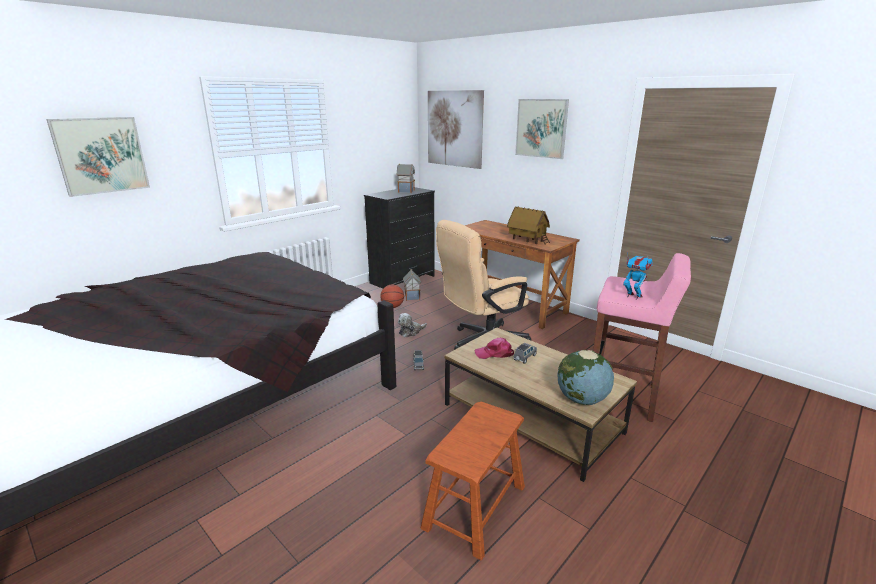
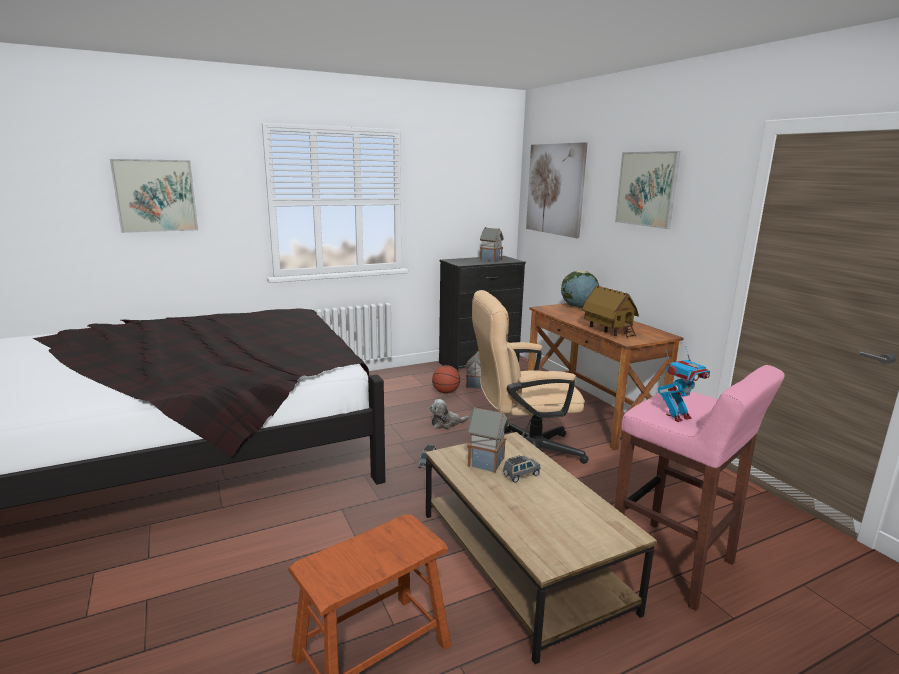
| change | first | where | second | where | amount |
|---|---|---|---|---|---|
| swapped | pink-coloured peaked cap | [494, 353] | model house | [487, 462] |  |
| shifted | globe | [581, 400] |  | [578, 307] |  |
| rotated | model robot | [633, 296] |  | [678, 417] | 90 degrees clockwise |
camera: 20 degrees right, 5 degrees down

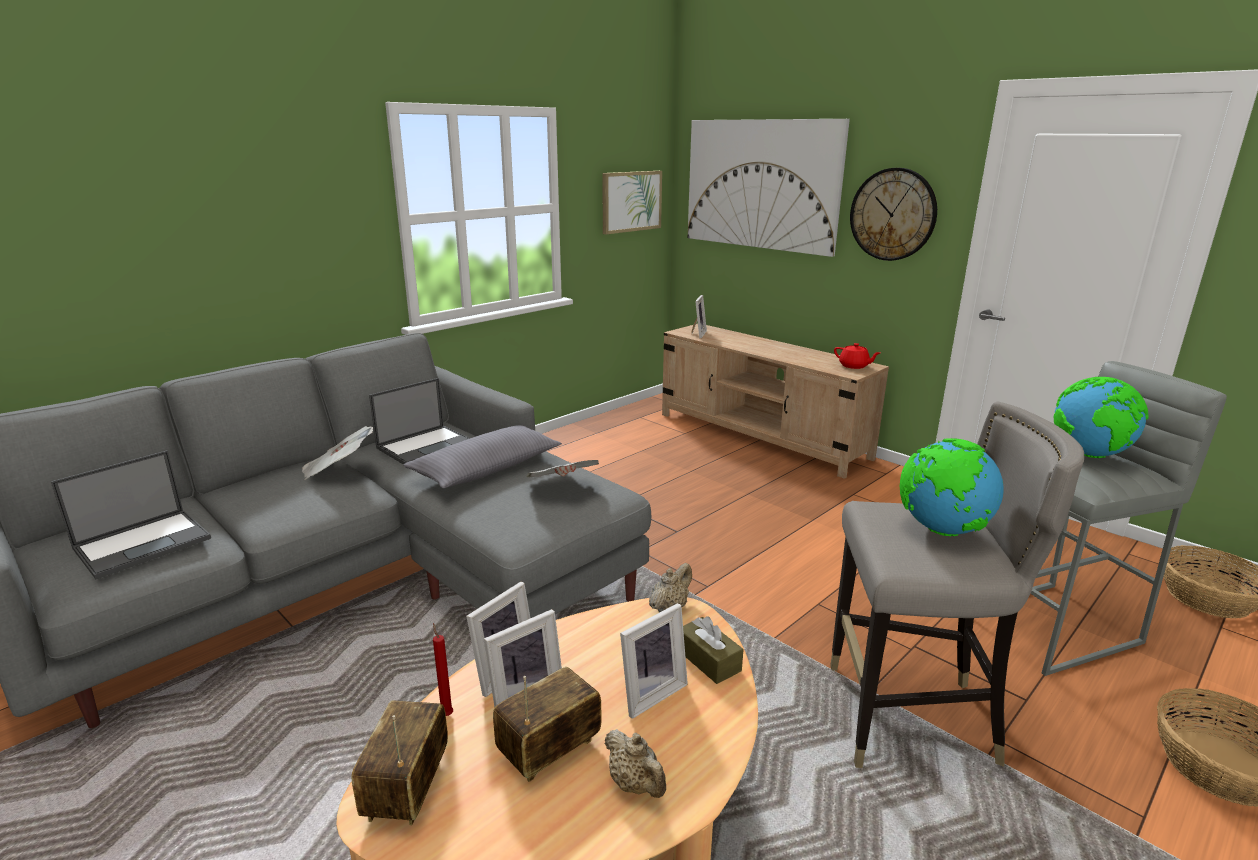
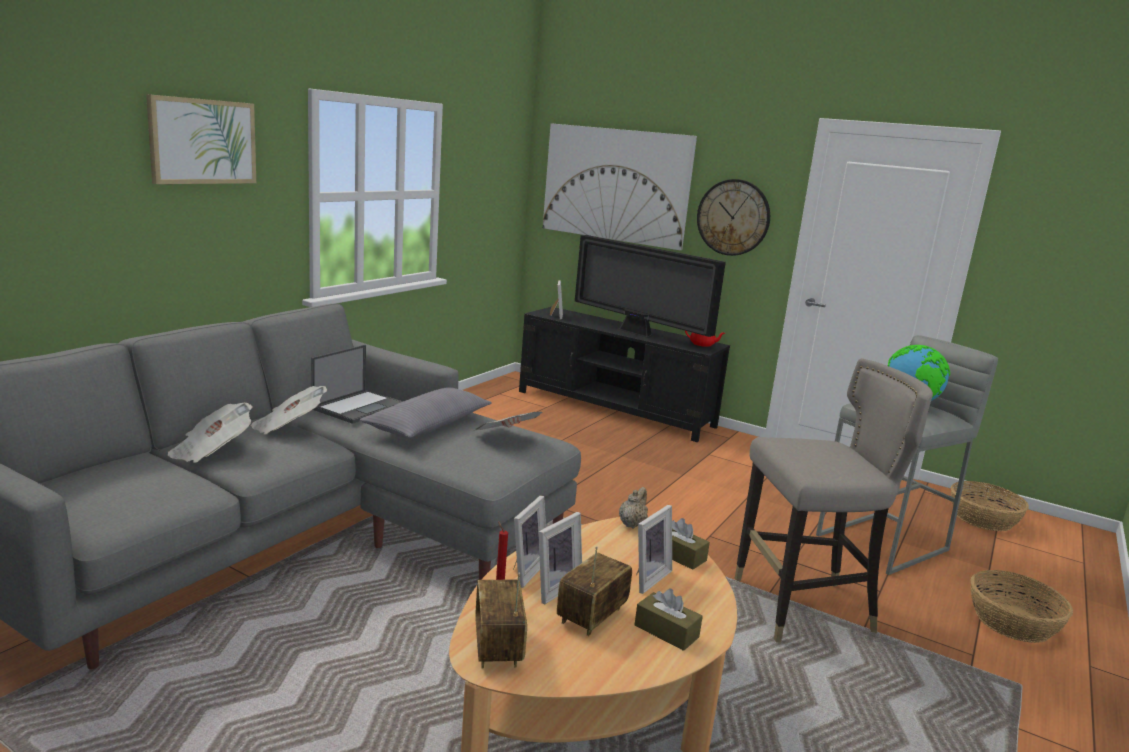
| change | first | where | second | where | amount |
|---|---|---|---|---|---|
| shifted | wall picture | [631, 201] |  | [203, 141] |  |
| new |  |  | newspaper | [211, 452] |  |
| repainted | beige tv unit | [761, 436] | black-coloured tv unit | [615, 409] |  |
| new |  |  | television | [638, 333] |  |
| swapped | beige tea pot | [635, 784] | brownish box of tissues | [666, 631] |  |
| gone | notebook computer | [144, 543] |  |  |  |
| gone | globe | [942, 530] |  |  |  |
camera: 15 degrees left, 5 degrees down

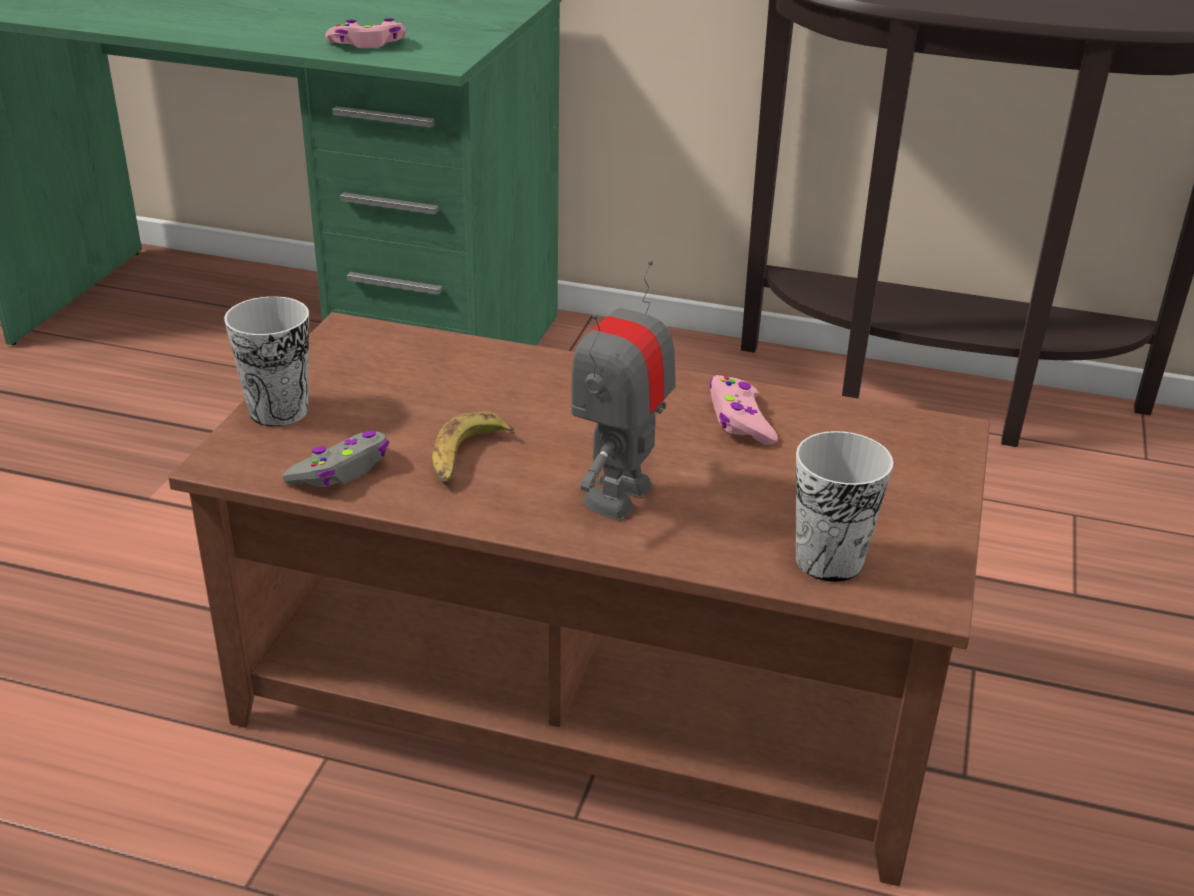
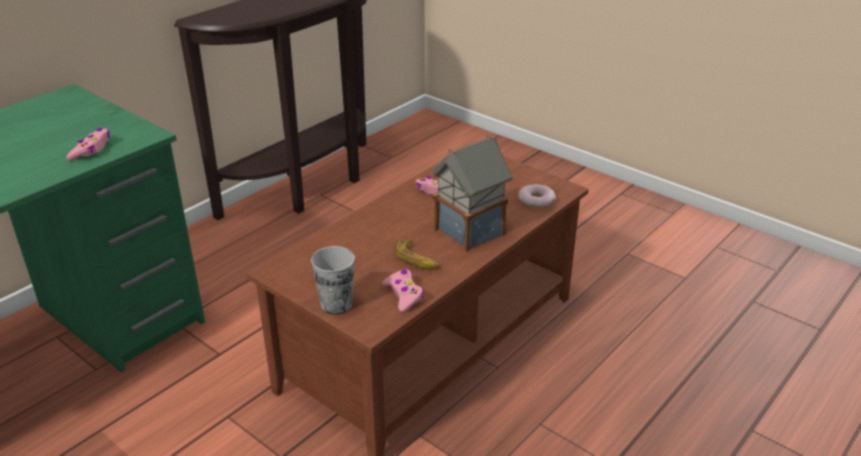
| change | first | where | second | where | amount |
|---|---|---|---|---|---|
| repainted | gray gamepad | [341, 471] | pink-coloured gamepad | [404, 295] |  |
| swapped | model robot | [619, 496] | model house | [470, 230] |  |
| swapped | small cup | [829, 560] | donut | [536, 199] |  |
camera: 65 degrees left, 0 degrees up

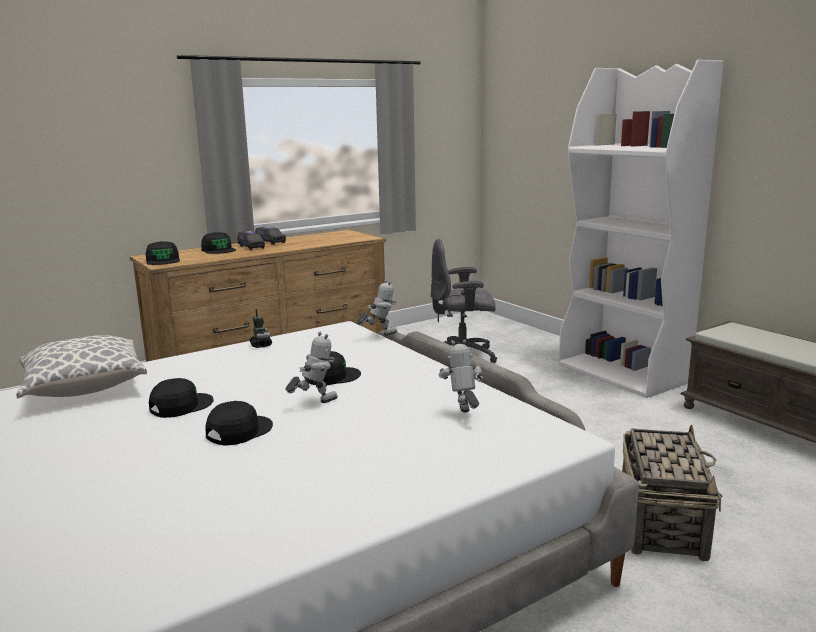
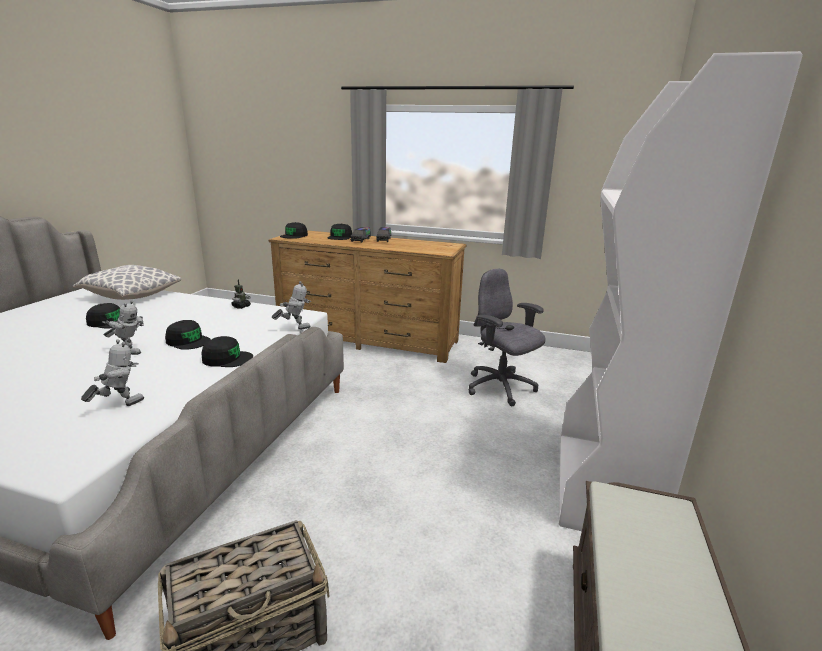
| change | first | where | second | where | amount |
|---|---|---|---|---|---|
| shifted | black-coloured peaked cap | [238, 431] |  | [227, 358] |  |
| rotated | model robot | [379, 335] |  | [294, 328] | 45 degrees counterclockwise |
camera: 50 degrees right, 5 degrees up

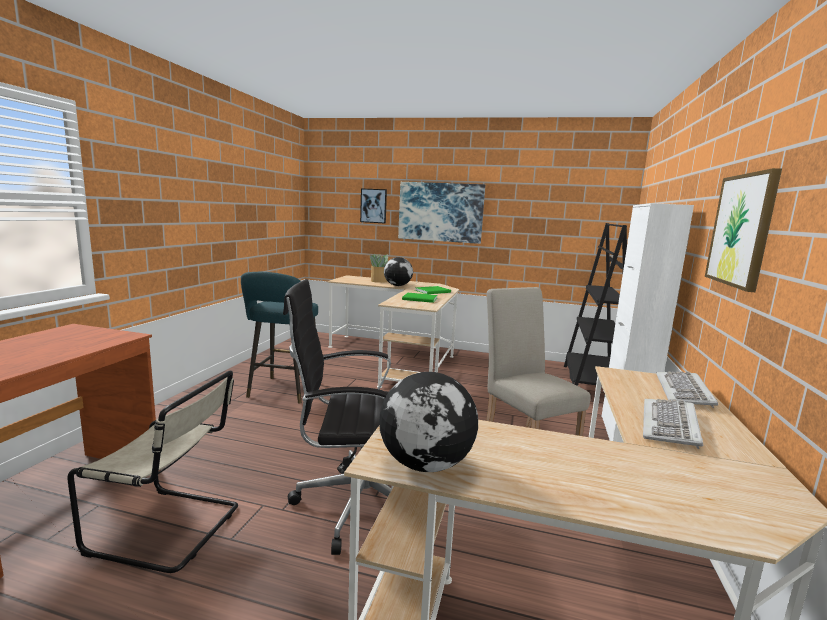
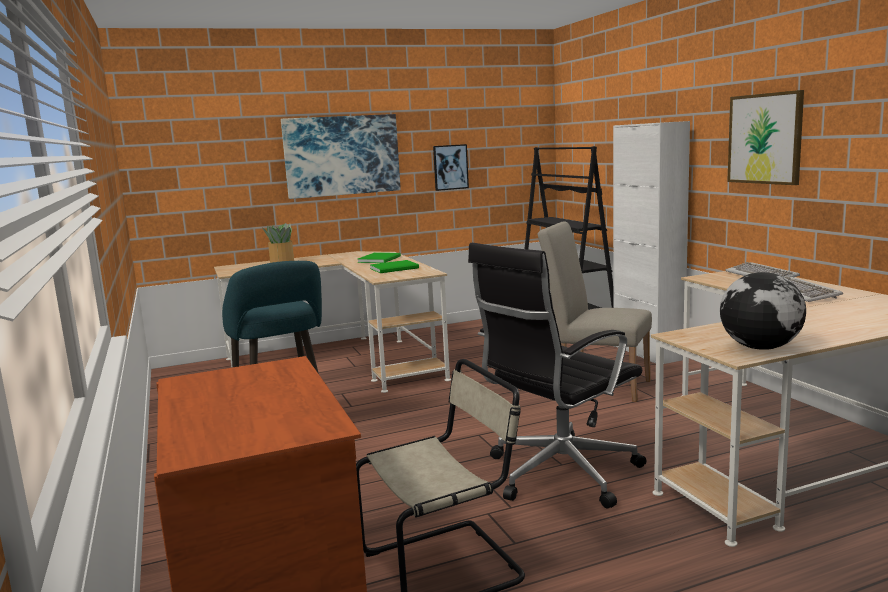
| change | first | where | second | where | amount |
|---|---|---|---|---|---|
| shifted | wall picture | [373, 206] |  | [450, 167] |  |
| gone | globe | [398, 285] |  |  |  |
camera: 35 degrees left, 0 degrees up

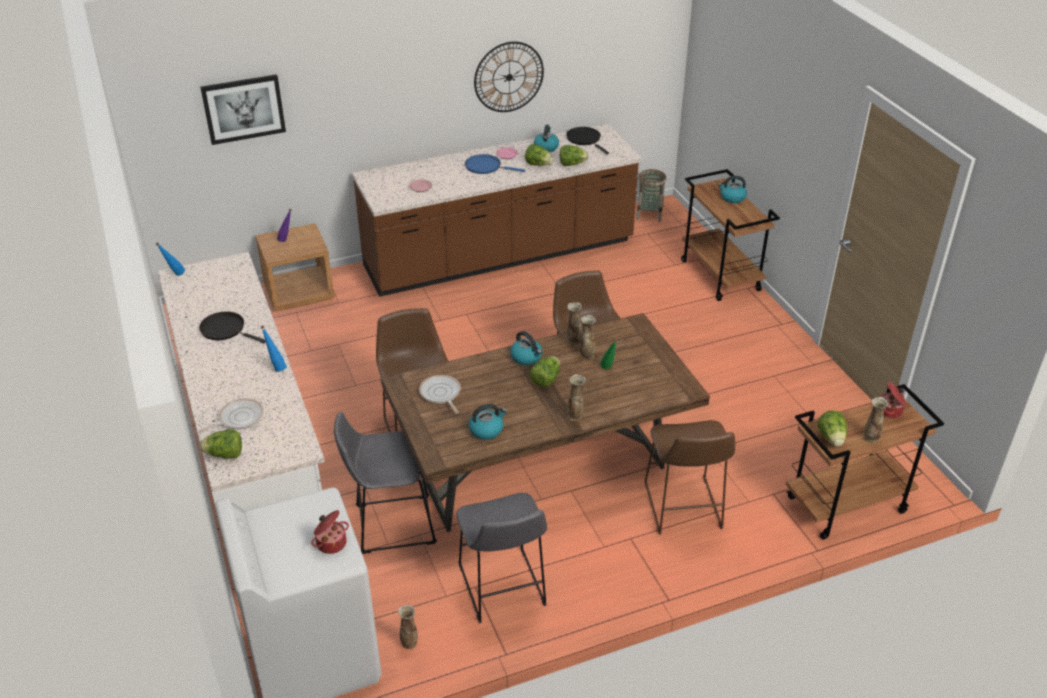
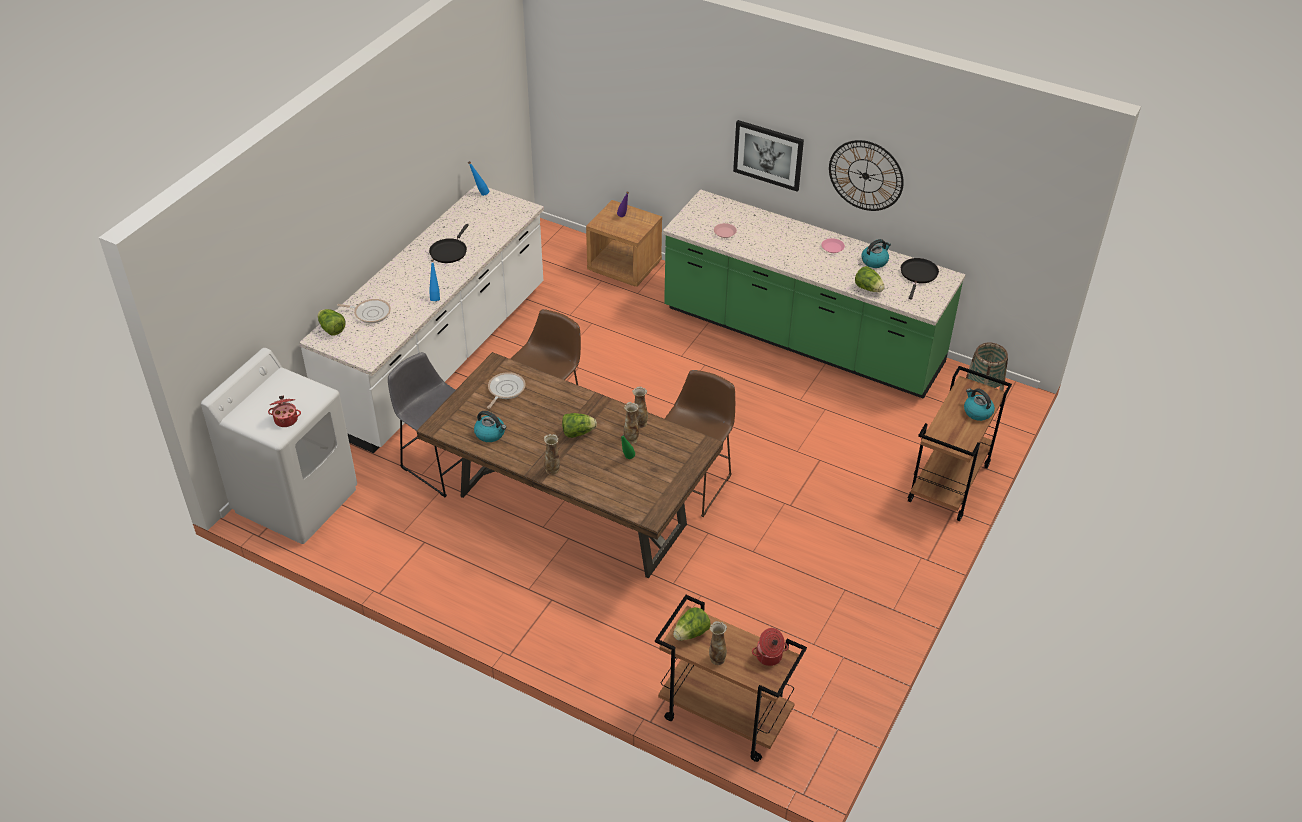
| change | first | where | second | where | amount |
|---|---|---|---|---|---|
| rotated | black-coloured frying pan | [225, 329] |  | [449, 251] | 150 degrees counterclockwise |
| repainted | brownish kitchen counter | [499, 256] | greenish kitchen counter | [802, 338] |  |
| shifted | wall picture | [243, 109] |  | [768, 155] |  |
| gone | decorative vase | [409, 643] |  |  |  |
| gone | gray sitting stool | [502, 589] |  |  |  |
| gone | blue-coloured frying pan | [485, 167] |  |  |  |
| gone | water kettle | [527, 357] |  |  |  |
| gone | head of lettuce | [538, 164] |  |  |  |
| gone | brownish sitting stool | [683, 509] |  |  |  |
camera: 50 degrees right, 5 degrees up

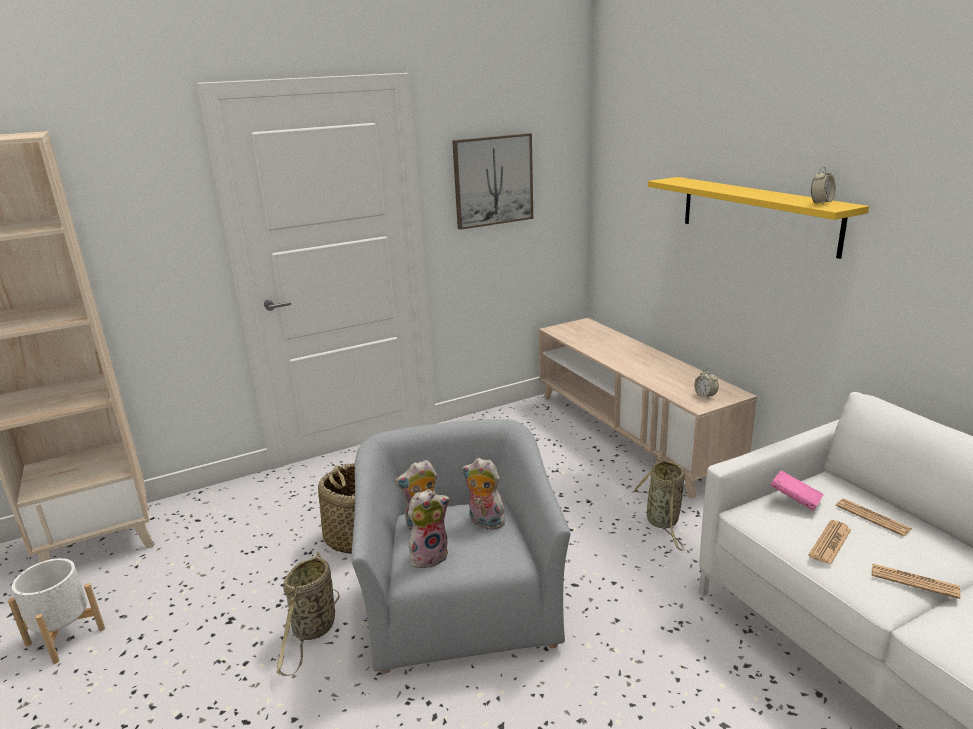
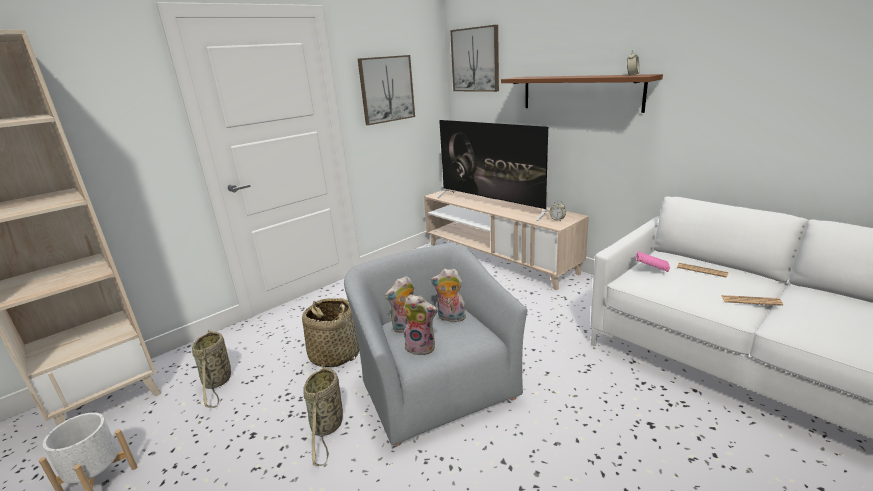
| change | first | where | second | where | amount |
|---|---|---|---|---|---|
| shifted | household basket | [663, 522] |  | [218, 382] |  |
| rotated | plush toy | [429, 556] |  | [422, 347] | 60 degrees clockwise |
| new |  |  | television | [491, 204] |  |
| new |  |  | wall picture | [475, 60] |  |
| repainted | yellowish bracket shelf | [757, 214] | brownish bracket shelf | [580, 93] |  |
| gone | newspaper | [830, 543] |  |  |  |
camera: 15 degrees left, 0 degrees up

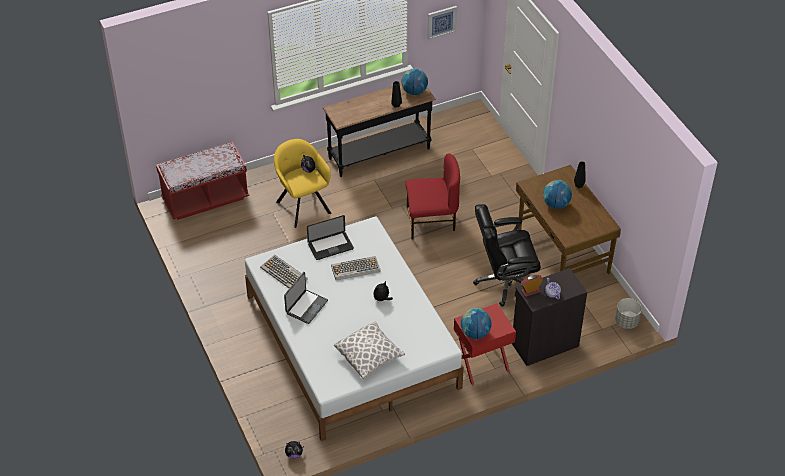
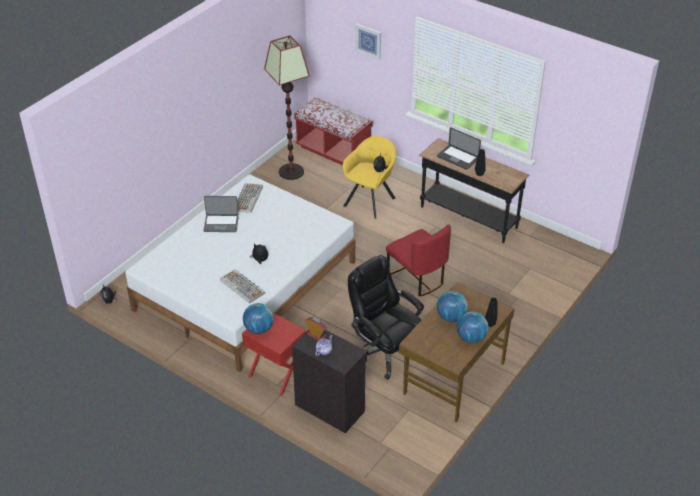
| change | first | where | second | where | amount |
|---|---|---|---|---|---|
| shifted | computer keyboard | [355, 269] |  | [241, 286] |  |
| new |  |  | standard lamp | [291, 172] |  |
| shifted | wall picture | [441, 22] |  | [368, 41] |  |
| shifted | notebook computer | [330, 246] |  | [457, 158] |  |
| shifted | globe | [414, 91] |  | [471, 338] |  |
| gone | pillow | [369, 356] |  |  |  |
| gone | gray planter | [626, 322] |  |  |  |
camera: 60 degrees right, 5 degrees down

